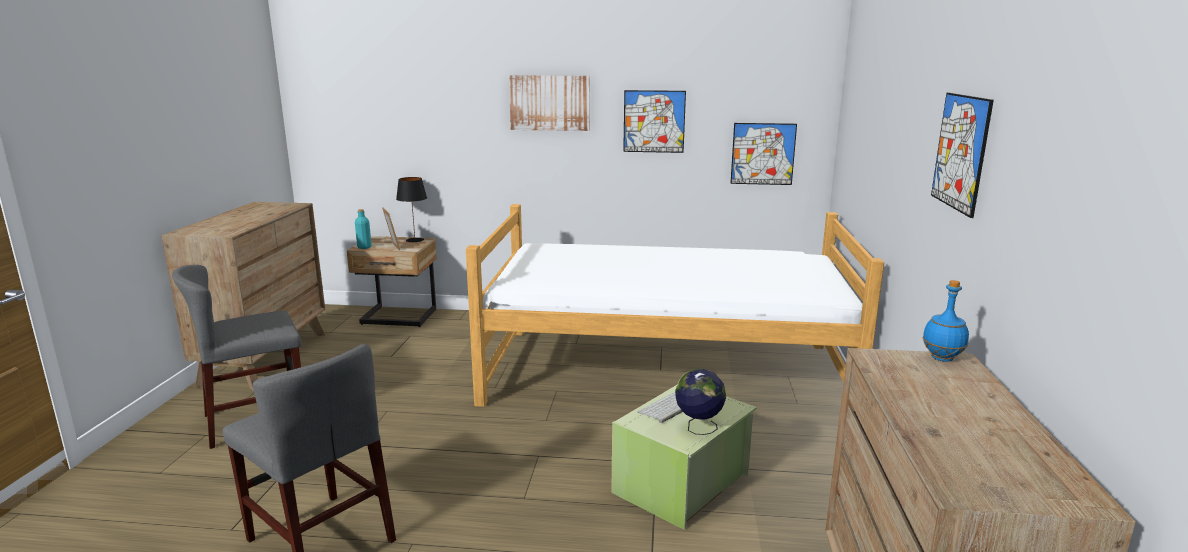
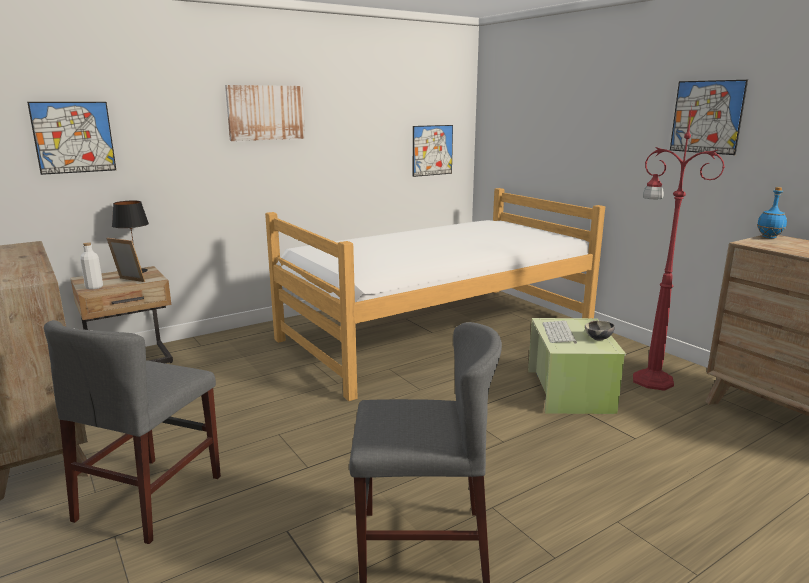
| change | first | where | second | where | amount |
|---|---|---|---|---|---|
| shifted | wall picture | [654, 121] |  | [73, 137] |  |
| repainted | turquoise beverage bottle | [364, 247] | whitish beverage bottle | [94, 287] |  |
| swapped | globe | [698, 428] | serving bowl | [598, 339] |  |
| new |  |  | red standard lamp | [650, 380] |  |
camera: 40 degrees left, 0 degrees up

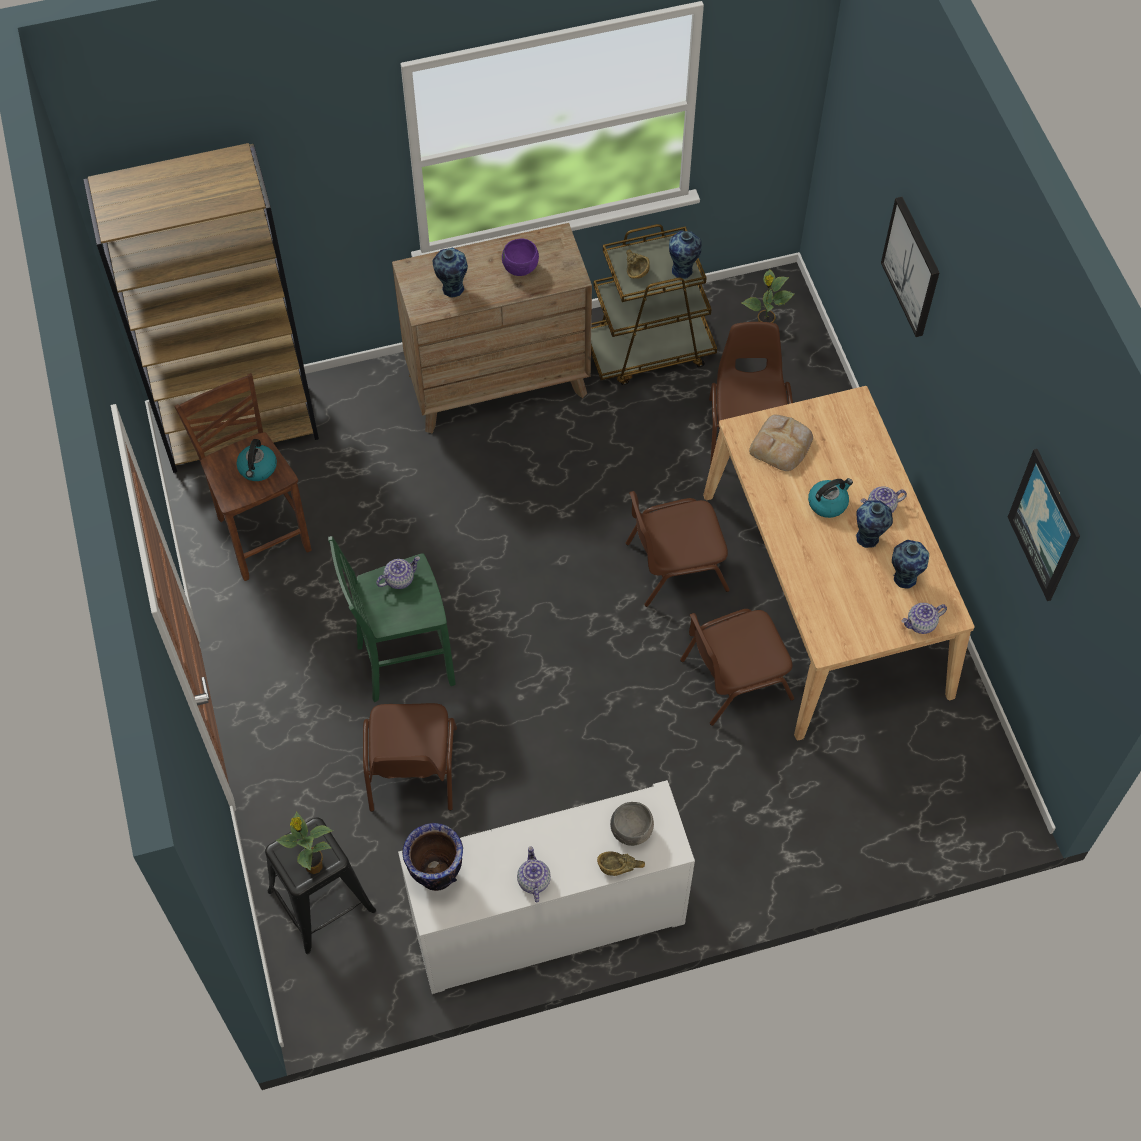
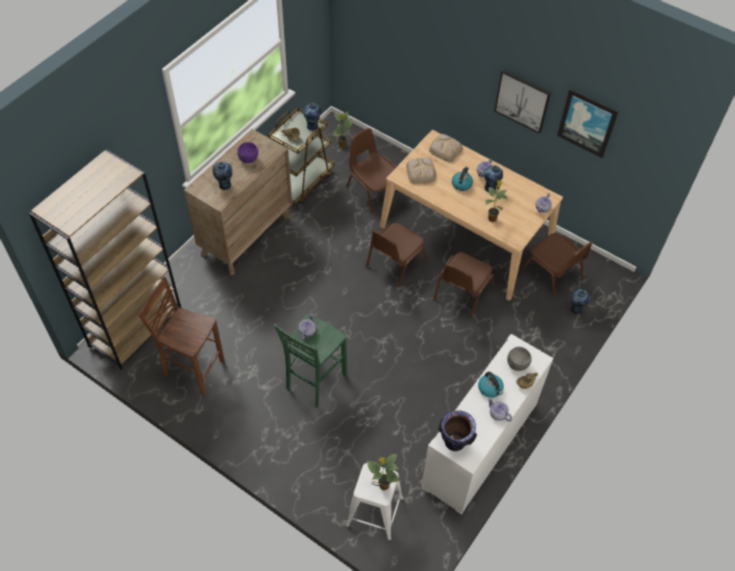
| change | first | where | second | where | amount |
|---|---|---|---|---|---|
| repainted | black-coloured sitting stool | [321, 900] | whitish sitting stool | [374, 511] |  |
| new |  |  | bakery bread | [445, 149] |  |
| shifted | water kettle | [258, 468] |  | [490, 388] |  |
| new |  |  | potted plant | [492, 218] |  |
| shifted | wall picture | [912, 266] |  | [522, 100] |  |
| shifted | brownish upright chair | [411, 771] |  | [552, 273] |  |
| shifted | decorative vase | [903, 578] |  | [575, 309] |  |
camera: 40 degrees left, 5 degrees down

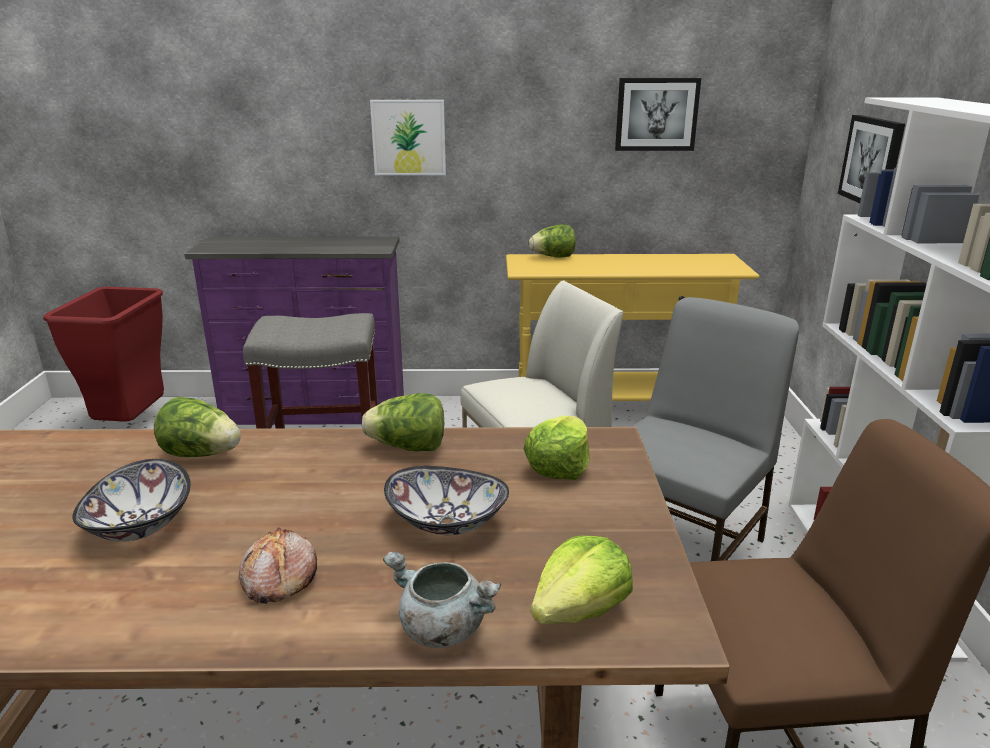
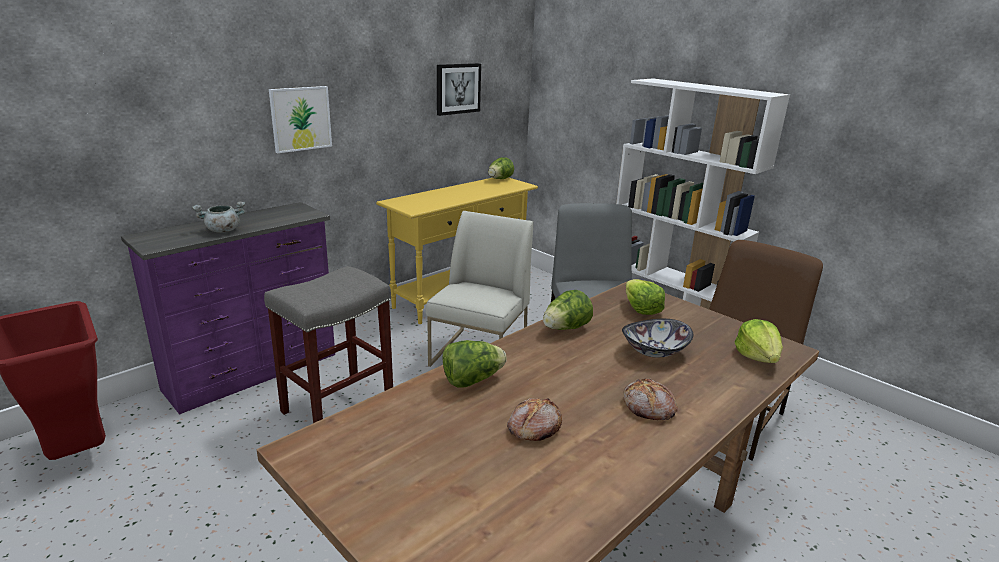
| change | first | where | second | where | amount |
|---|---|---|---|---|---|
| shifted | gray stockpot | [440, 629] |  | [222, 230] |  |
| shifted | head of lettuce | [553, 257] |  | [499, 179] |  |
| swapped | serving bowl | [138, 525] | bakery bread | [533, 427] |  |
| gone | wall picture | [872, 161] |  |  |  |
camera: 45 degrees left, 0 degrees up

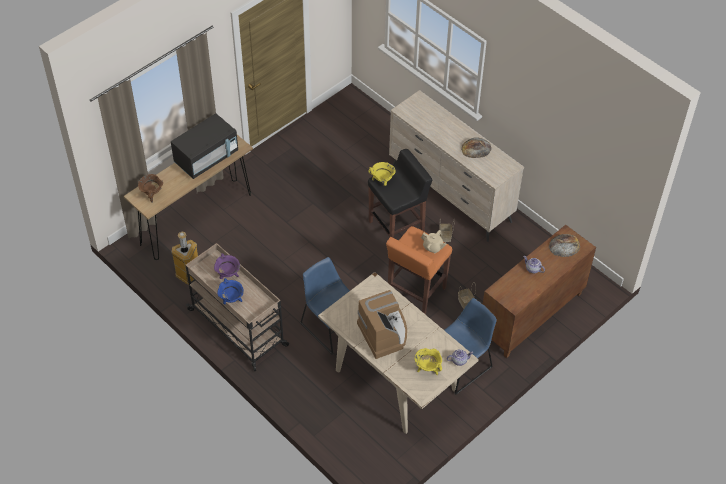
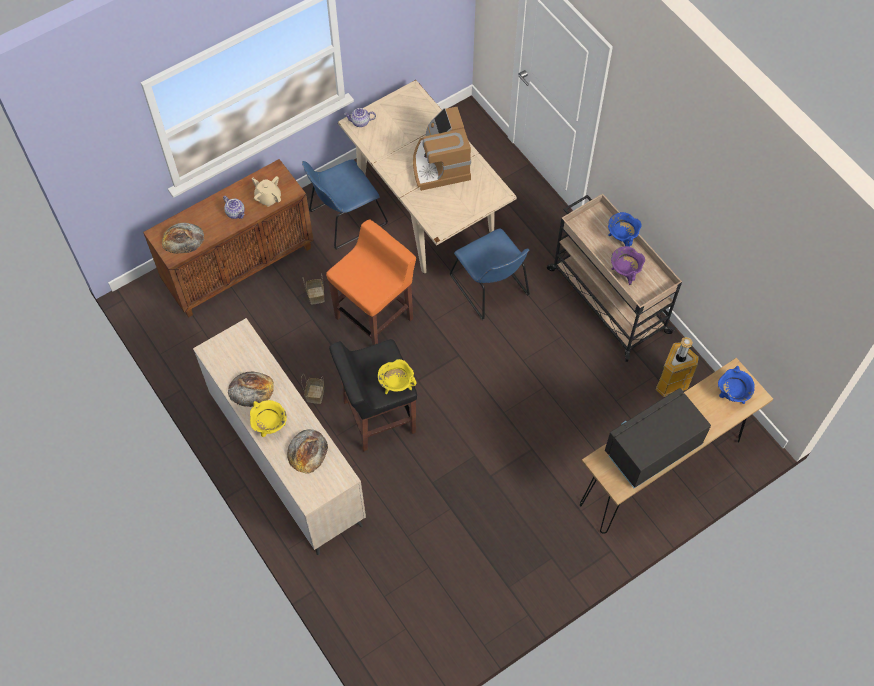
| change | first | where | second | where | amount |
|---|---|---|---|---|---|
| shifted | yellowish stockpot | [427, 369] |  | [270, 426] |  |
| shifted | beige tea pot | [433, 247] |  | [268, 197] |  |
| new |  |  | bakery bread | [307, 451] |  |
| repainted | brownish stockpot | [152, 194] | blue-coloured stockpot | [732, 395] |  |
camera: 170 degrees left, 10 degrees up

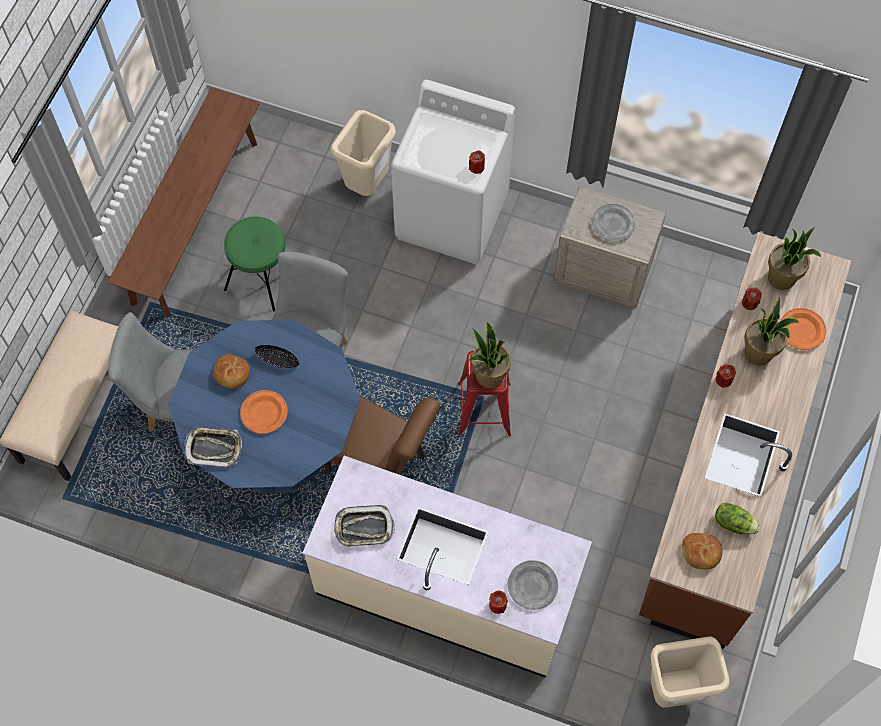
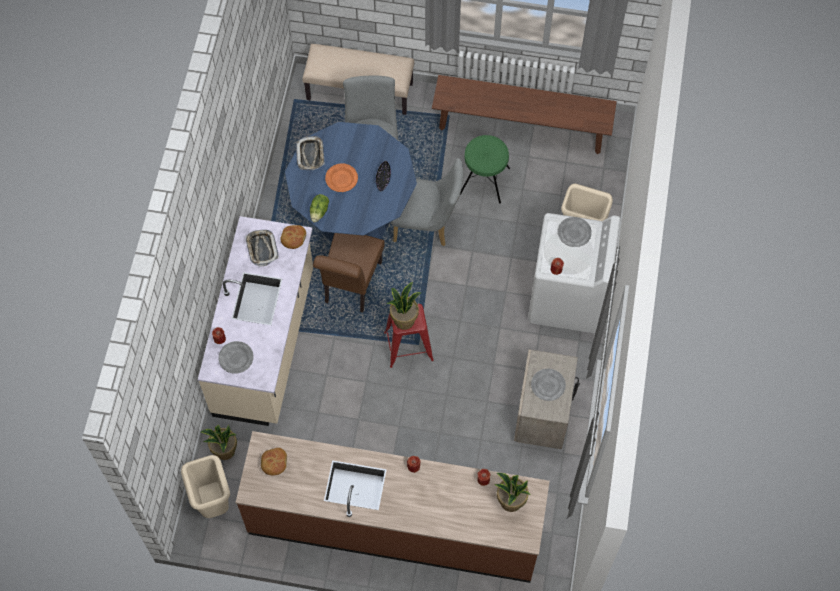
| change | first | where | second | where | amount |
|---|---|---|---|---|---|
| shifted | potted plant | [759, 353] |  | [225, 451] |  |
| shifted | bakery bread | [232, 374] |  | [293, 238] |  |
| shifted | head of lettuce | [733, 523] |  | [319, 211] |  |
| new |  |  | gray dinner plate | [574, 233] |  |
| gone | orangey dinner plate | [801, 330] |  |  |  |
camera: 80 degrees right, 0 degrees up

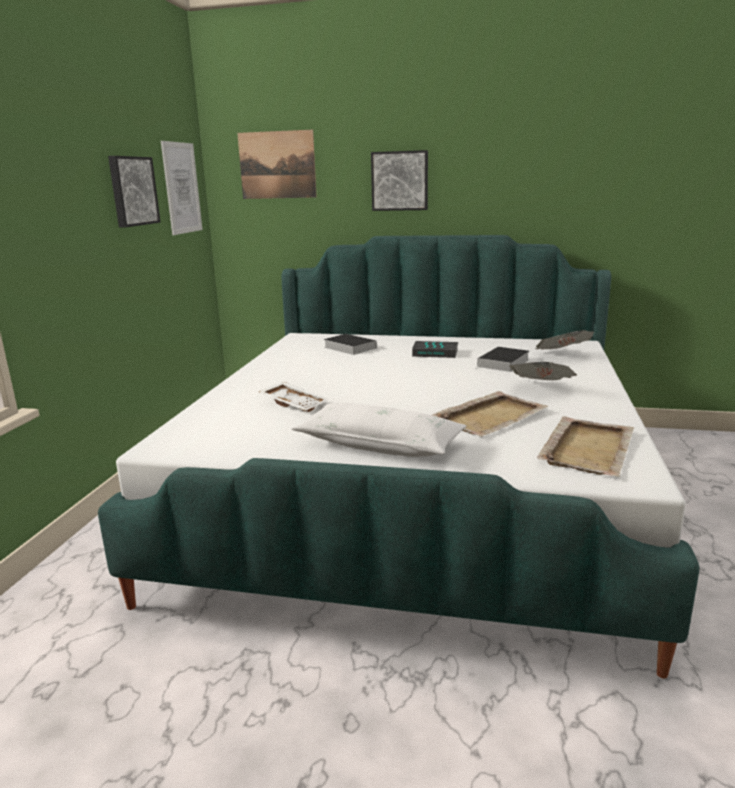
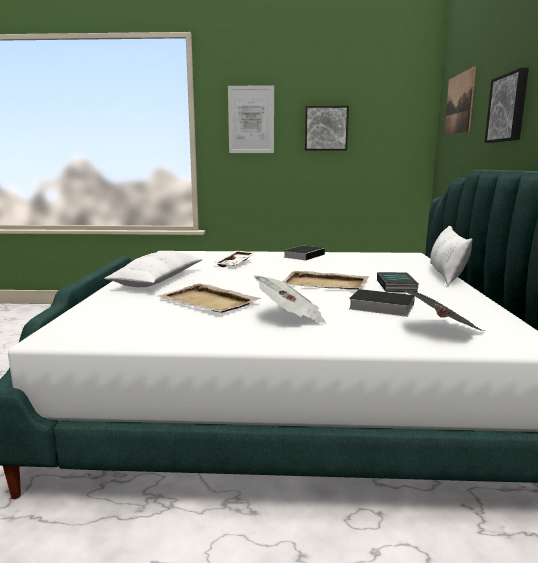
| change | first | where | second | where | amount |
|---|---|---|---|---|---|
| shifted | wall picture | [182, 188] |  | [251, 120] |  |
| shifted | beige tray | [587, 448] |  | [326, 284] |  |
| shifted | book | [348, 347] |  | [304, 255] |  |
| new |  |  | whitish pillow | [446, 274] |  |
camera: 80 degrees right, 5 degrees down

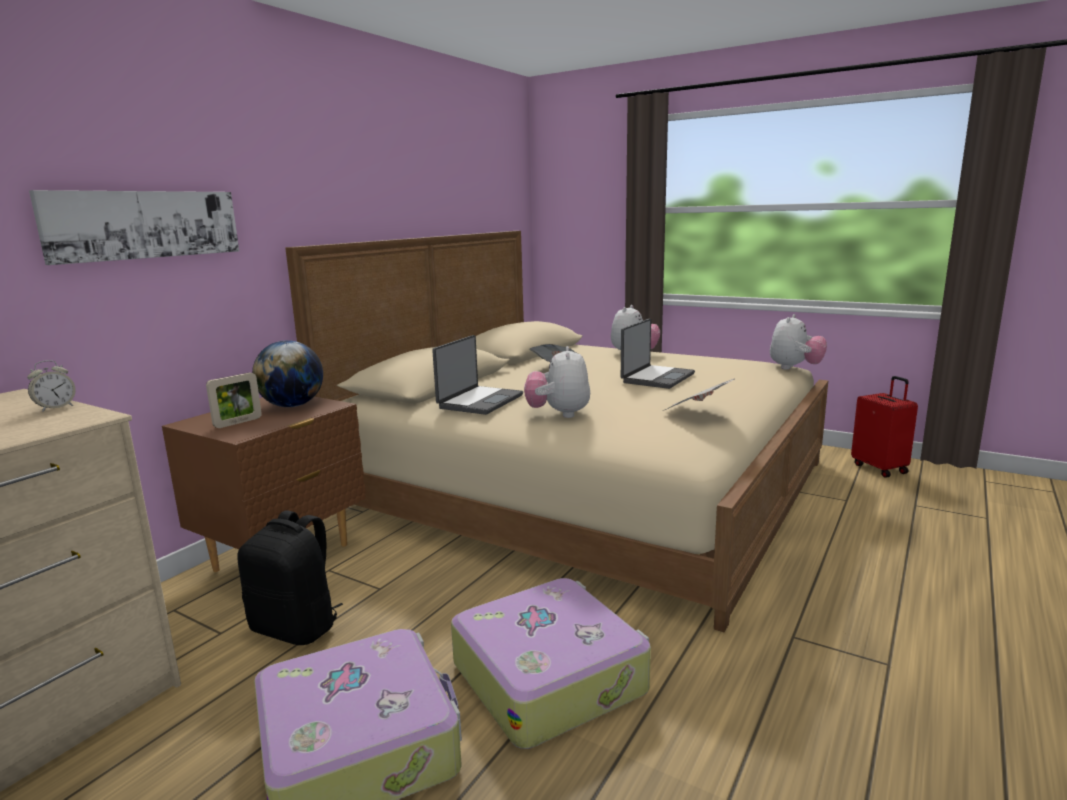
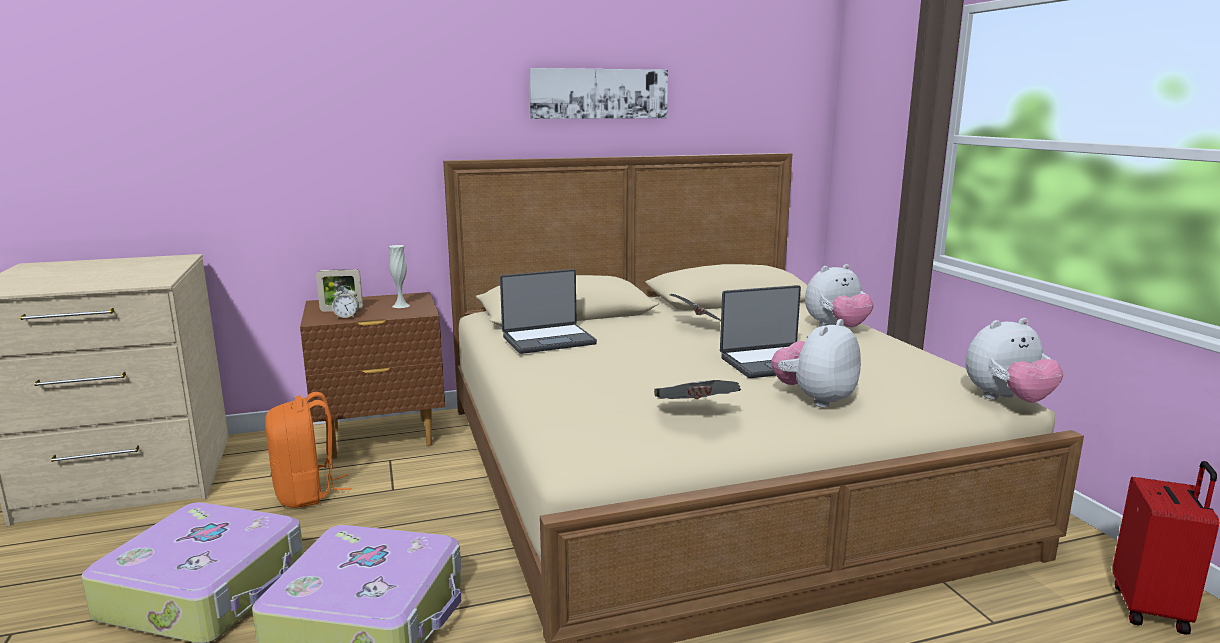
| change | first | where | second | where | amount |
|---|---|---|---|---|---|
| repainted | black-coloured knapsack | [297, 627] | orangey knapsack | [307, 493] |  |
| shifted | bedside clock | [55, 408] |  | [346, 317] |  |
| swapped | globe | [292, 406] | whitish decorative vase | [401, 305] |  |
| shifted | wall picture | [144, 224] |  | [599, 93] |  |
| shifted | plush toy | [558, 414] |  | [815, 399] |  |
camera: 40 degrees right, 0 degrees up

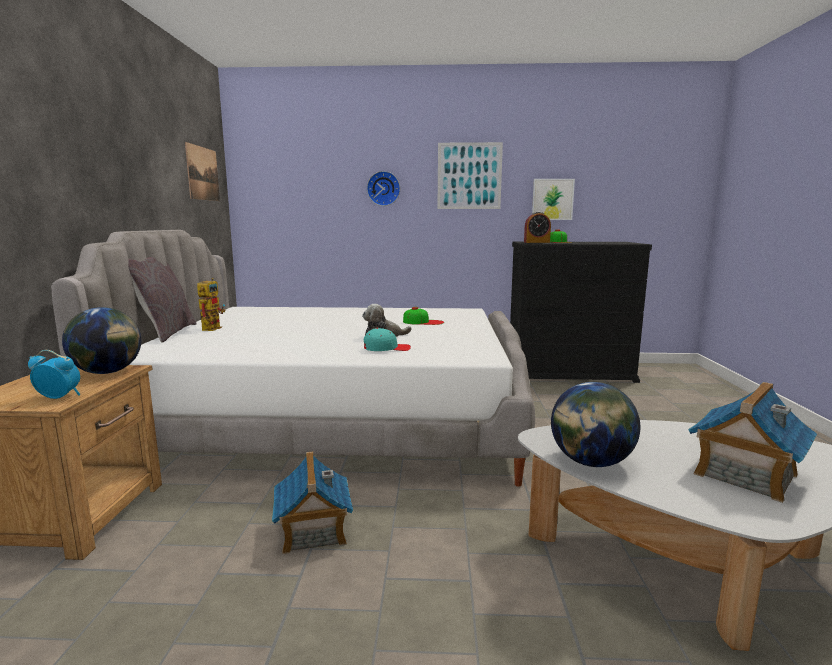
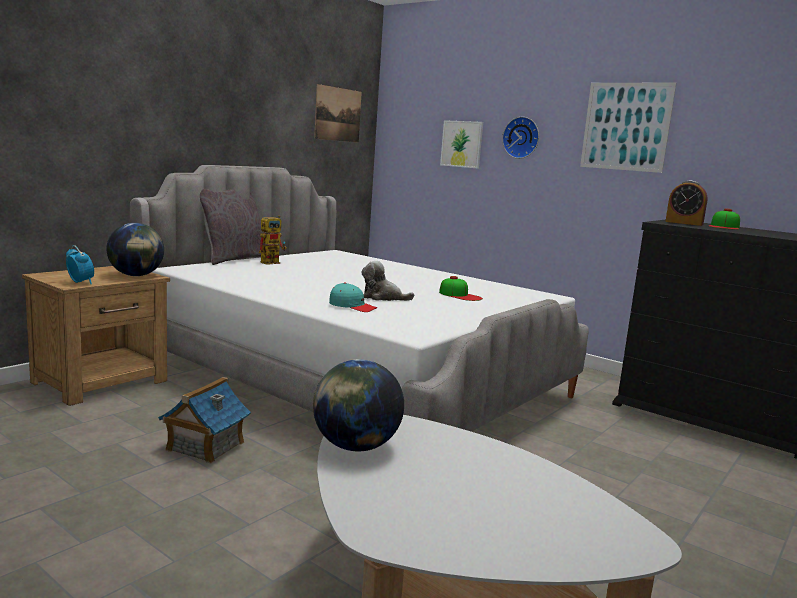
| change | first | where | second | where | amount |
|---|---|---|---|---|---|
| shifted | wall picture | [552, 199] |  | [462, 144] |  |
| gone | model house | [744, 474] |  |  |  |
camera: 35 degrees right, 0 degrees up

